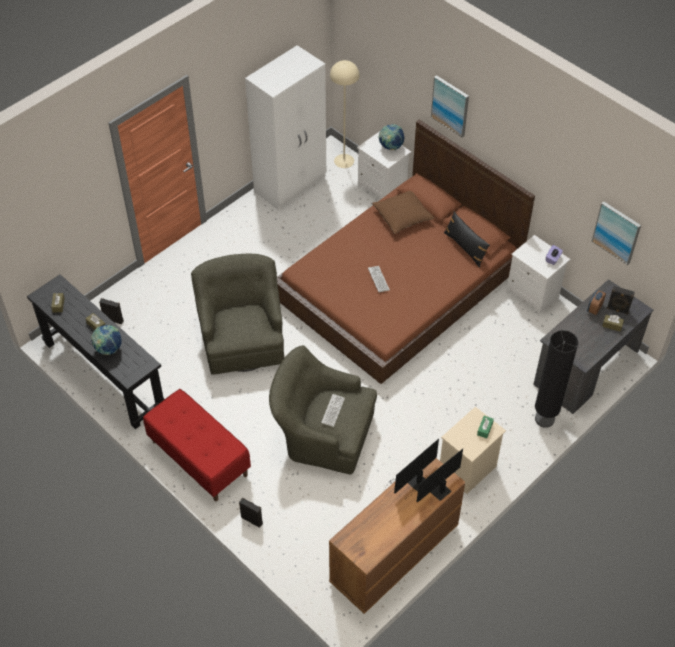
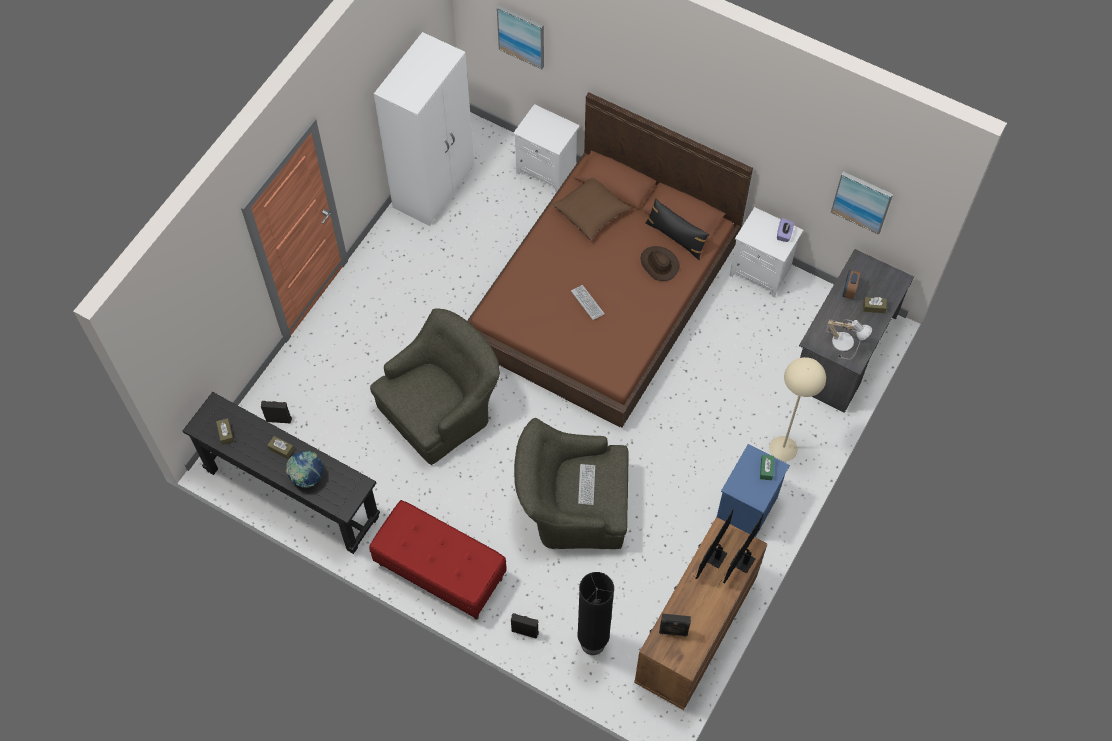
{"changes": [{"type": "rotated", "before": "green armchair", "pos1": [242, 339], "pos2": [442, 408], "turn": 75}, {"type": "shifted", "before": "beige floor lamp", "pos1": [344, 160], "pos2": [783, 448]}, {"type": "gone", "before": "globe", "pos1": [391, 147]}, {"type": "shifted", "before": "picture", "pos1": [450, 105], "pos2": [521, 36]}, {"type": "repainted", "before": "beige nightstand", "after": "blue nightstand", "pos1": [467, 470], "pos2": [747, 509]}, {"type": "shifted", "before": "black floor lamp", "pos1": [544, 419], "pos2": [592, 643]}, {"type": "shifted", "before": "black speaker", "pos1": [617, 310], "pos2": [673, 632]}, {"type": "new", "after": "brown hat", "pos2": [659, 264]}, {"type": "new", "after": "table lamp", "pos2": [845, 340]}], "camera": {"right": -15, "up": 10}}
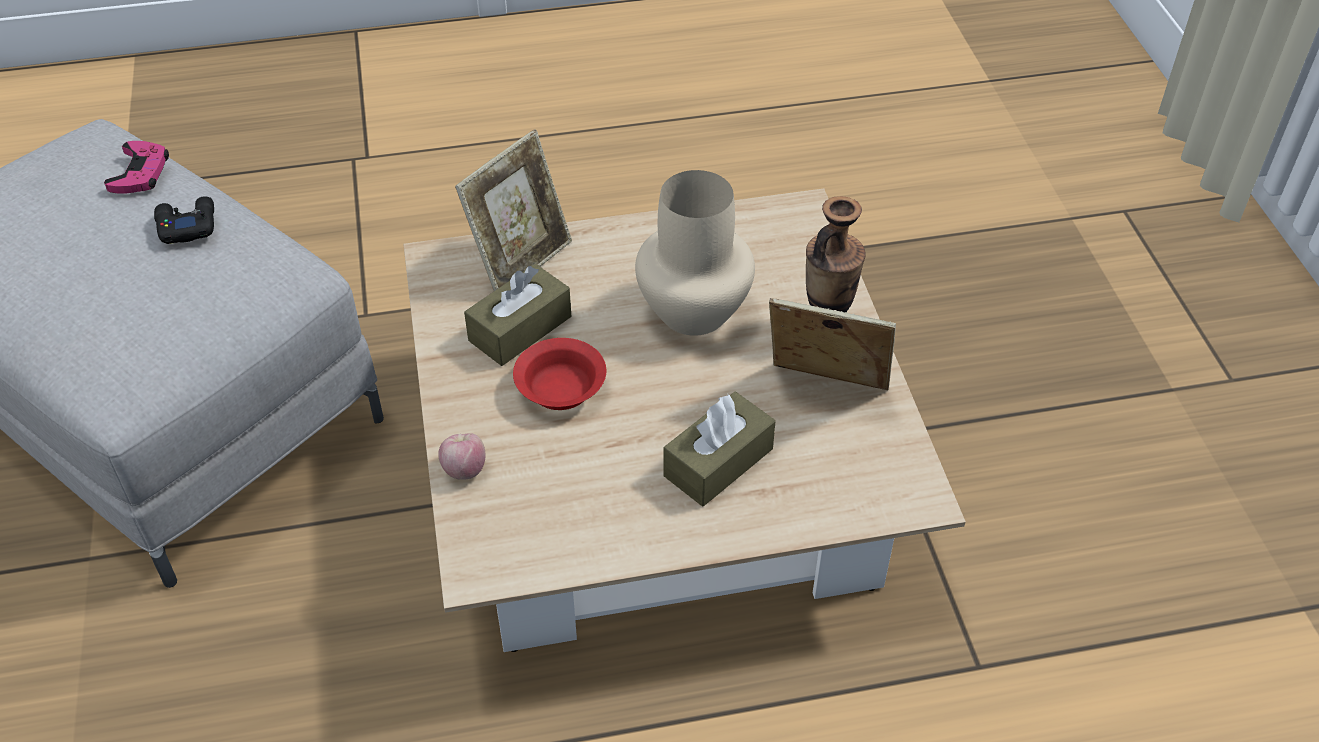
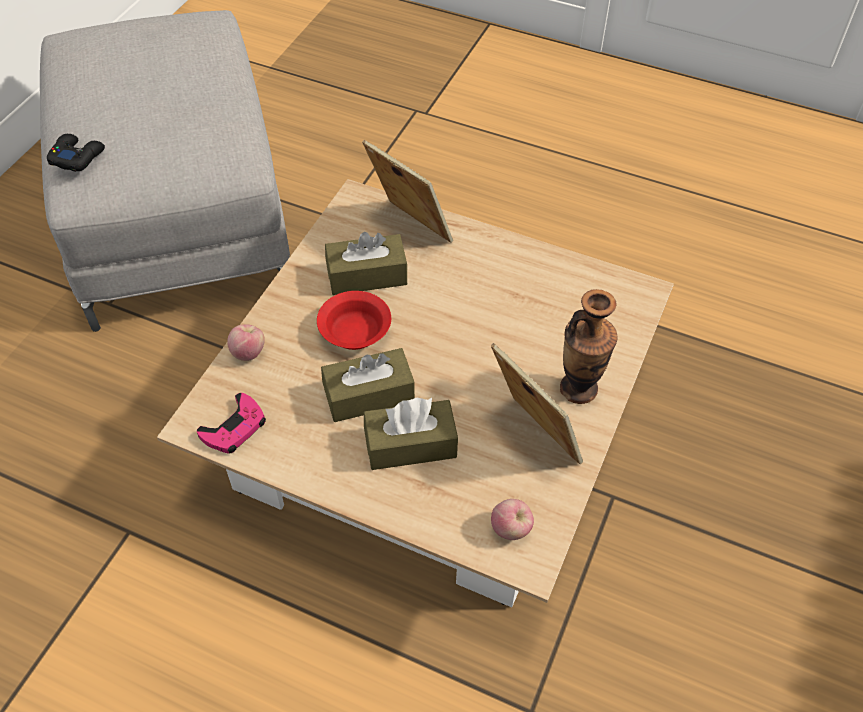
{"changes": [{"type": "shifted", "before": "pink game controller", "pos1": [140, 173], "pos2": [234, 428]}, {"type": "shifted", "before": "black game controller", "pos1": [187, 226], "pos2": [77, 157]}, {"type": "rotated", "before": "picture frame", "pos1": [521, 261], "pos2": [409, 228], "turn": -120}, {"type": "gone", "before": "beige vase", "pos1": [695, 311]}, {"type": "new", "after": "brown tissue box", "pos2": [369, 395]}, {"type": "new", "after": "apple", "pos2": [510, 529]}], "camera": {"right": 35, "up": 5}}
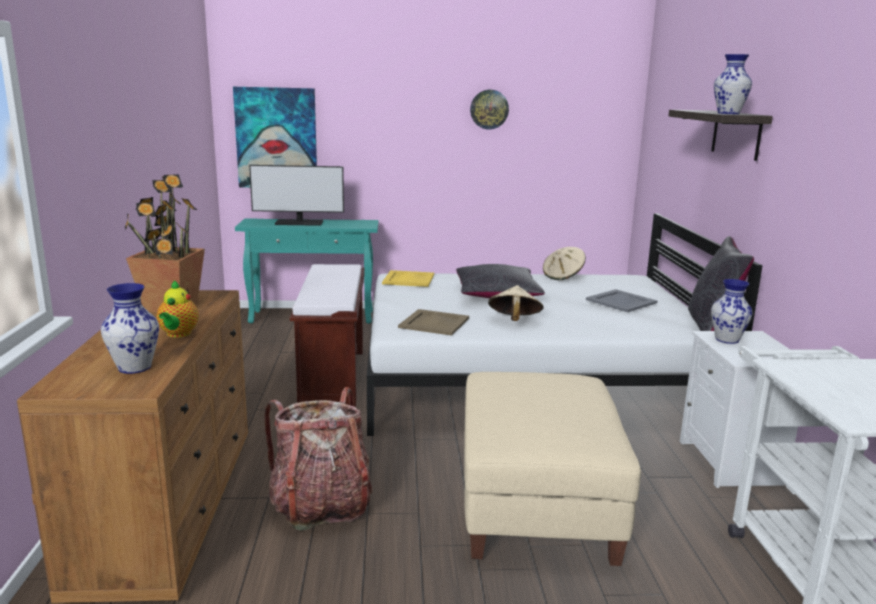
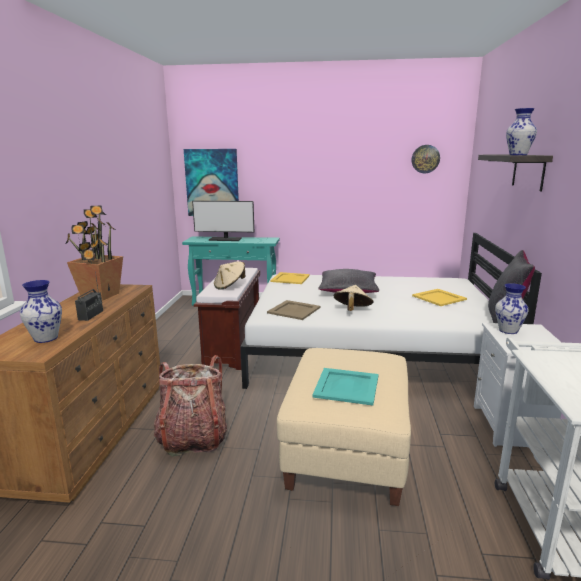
{"changes": [{"type": "swapped", "before": "teapot", "after": "radio", "pos1": [178, 334], "pos2": [91, 315]}, {"type": "shifted", "before": "wall clock", "pos1": [489, 109], "pos2": [425, 159]}, {"type": "shifted", "before": "beige hat", "pos1": [563, 276], "pos2": [229, 286]}, {"type": "repainted", "before": "grey tray", "after": "yellow tray", "pos1": [620, 301], "pos2": [438, 297]}, {"type": "new", "after": "turquoise tray", "pos2": [347, 386]}], "camera": {"right": 10, "up": 0}}
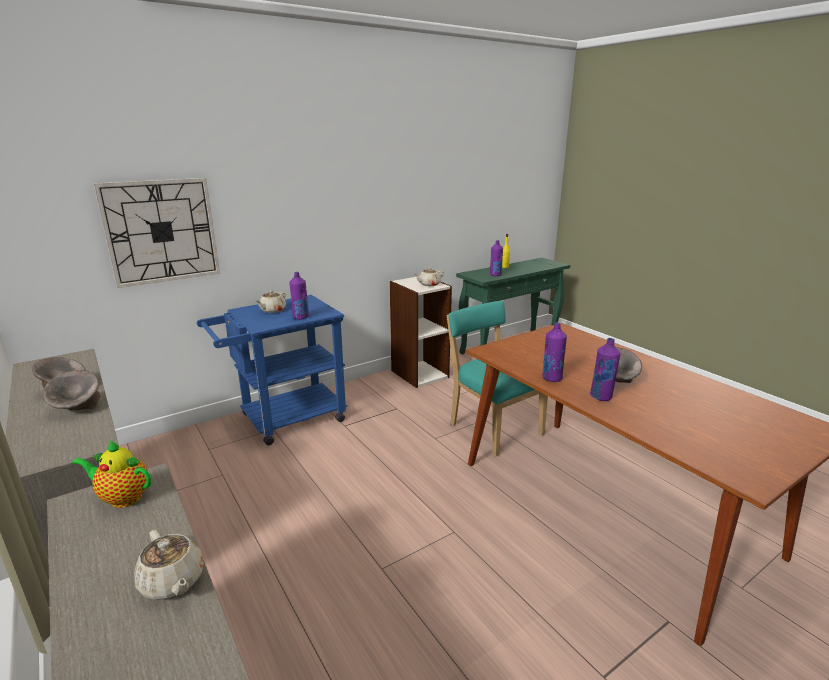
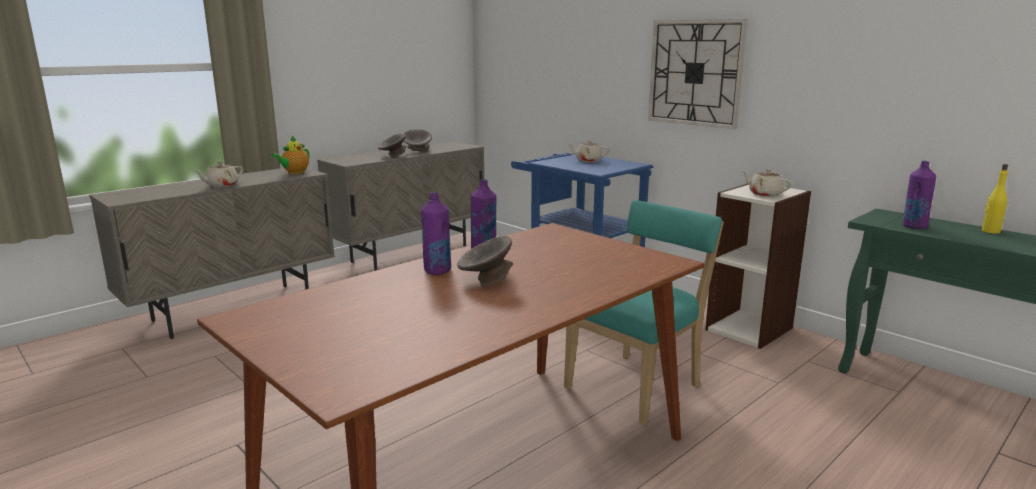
{"changes": [{"type": "rotated", "before": "teapot", "pos1": [122, 497], "pos2": [294, 172], "turn": -150}, {"type": "shifted", "before": "wall clock", "pos1": [161, 231], "pos2": [695, 73]}, {"type": "gone", "before": "purple bottle", "pos1": [300, 317]}], "camera": {"right": 80, "up": -5}}
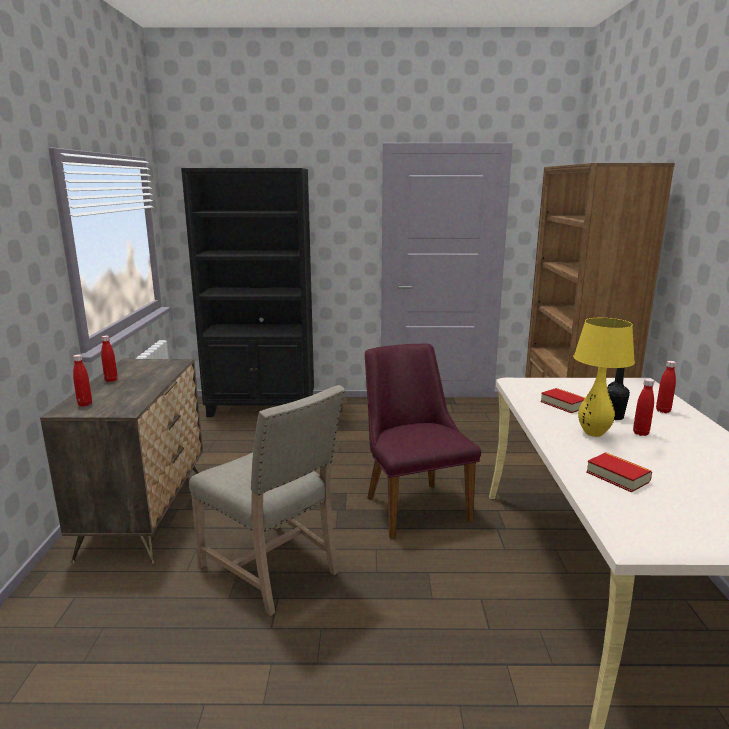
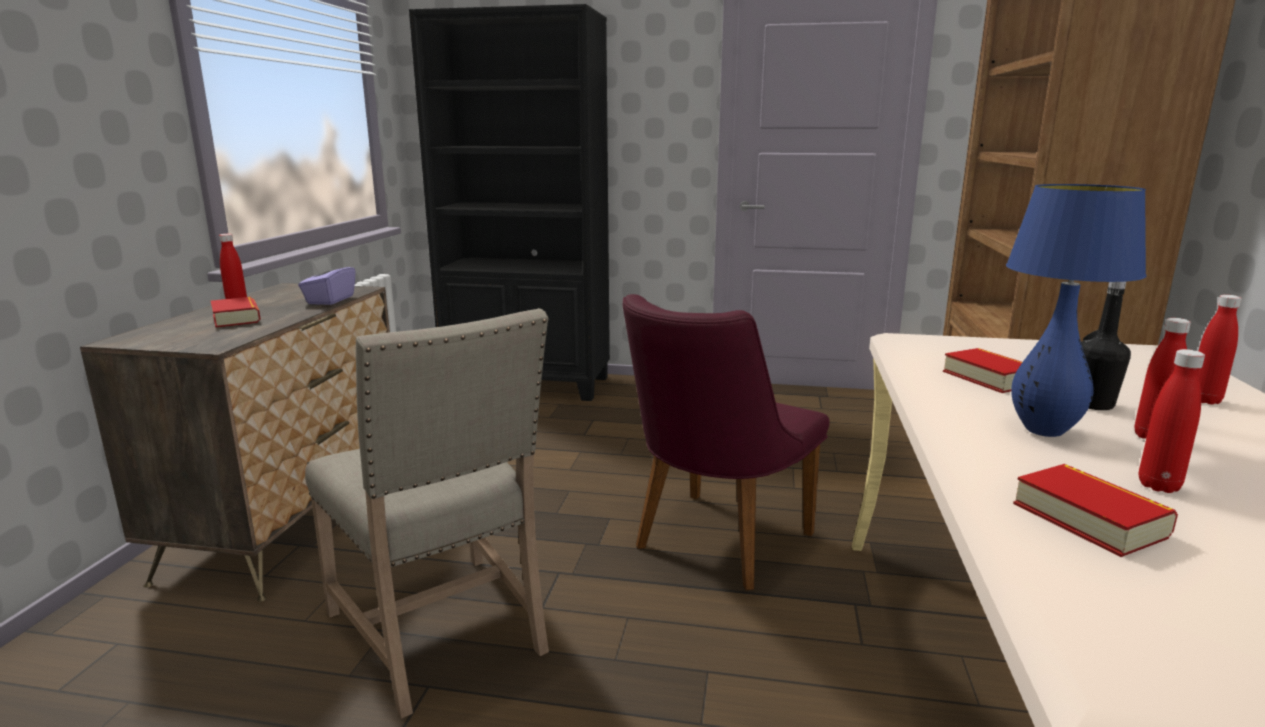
{"changes": [{"type": "shifted", "before": "red bottle", "pos1": [85, 404], "pos2": [1158, 486]}, {"type": "rotated", "before": "purple chair", "pos1": [412, 504], "pos2": [713, 546], "turn": -135}, {"type": "repainted", "before": "yellow table lamp", "after": "blue table lamp", "pos1": [593, 433], "pos2": [1043, 431]}, {"type": "new", "after": "book", "pos2": [236, 318]}, {"type": "new", "after": "purple tissue box", "pos2": [330, 300]}], "camera": {"right": 10, "up": 0}}
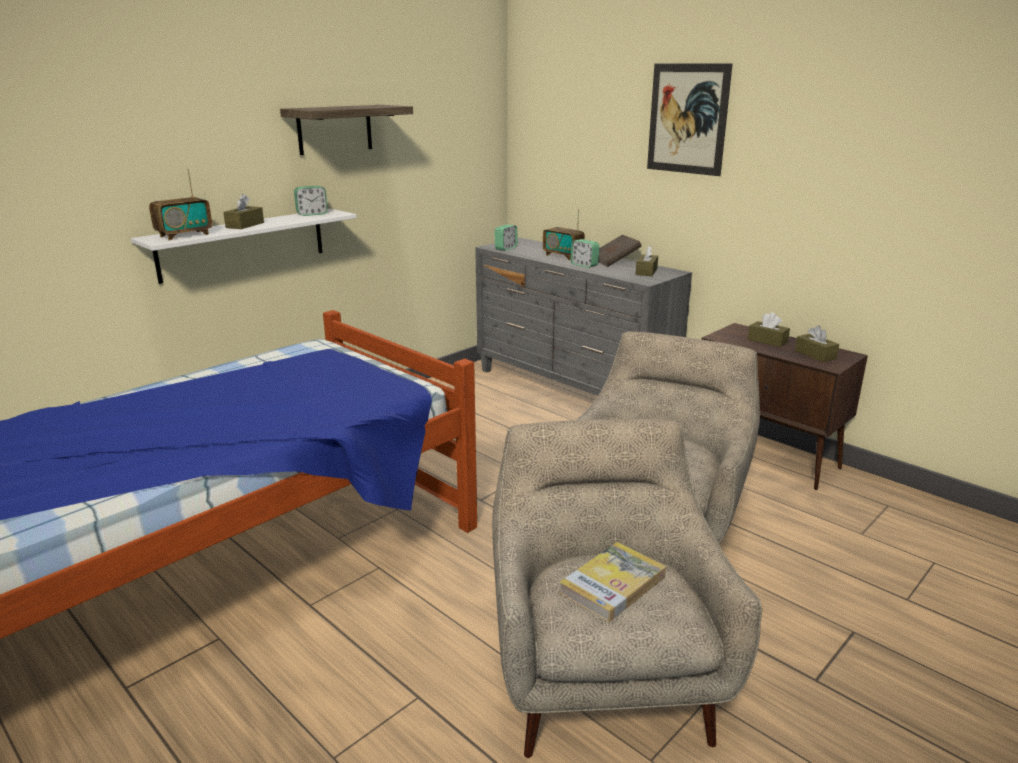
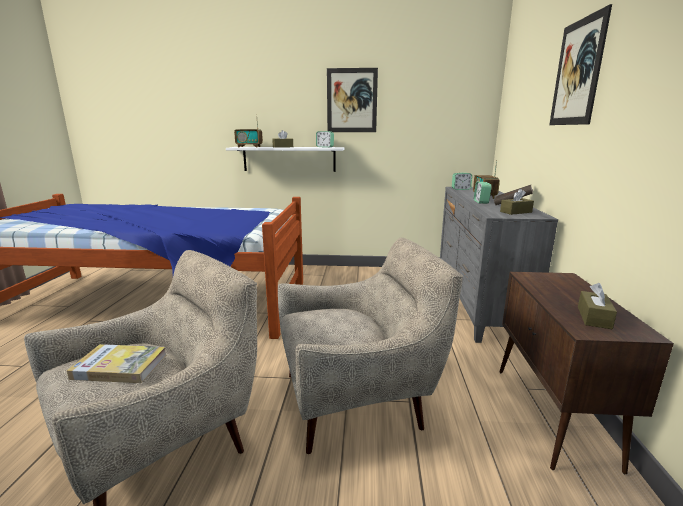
{"changes": [{"type": "swapped", "before": "shelf", "after": "picture", "pos1": [335, 129], "pos2": [352, 100]}, {"type": "gone", "before": "brown tissue box", "pos1": [767, 341]}], "camera": {"right": 50, "up": -5}}
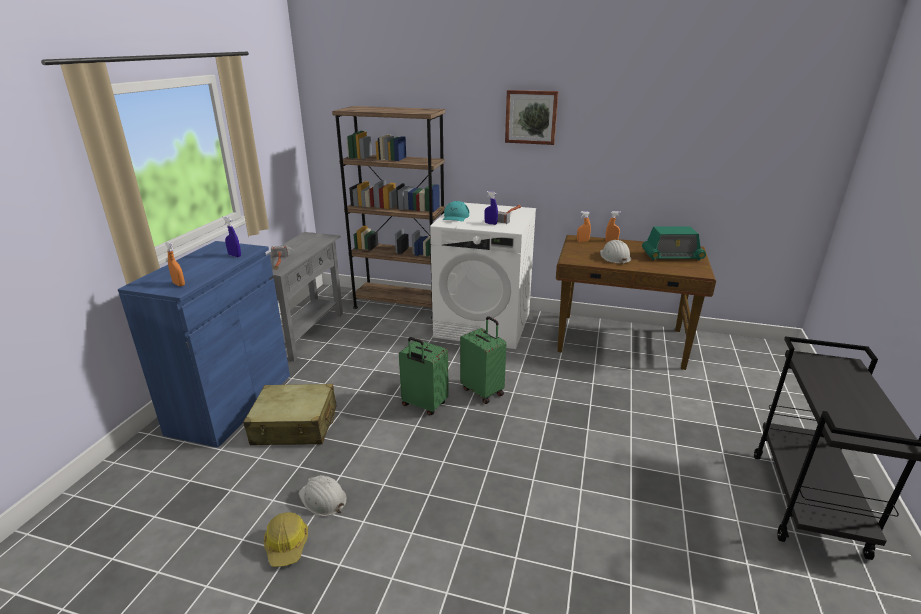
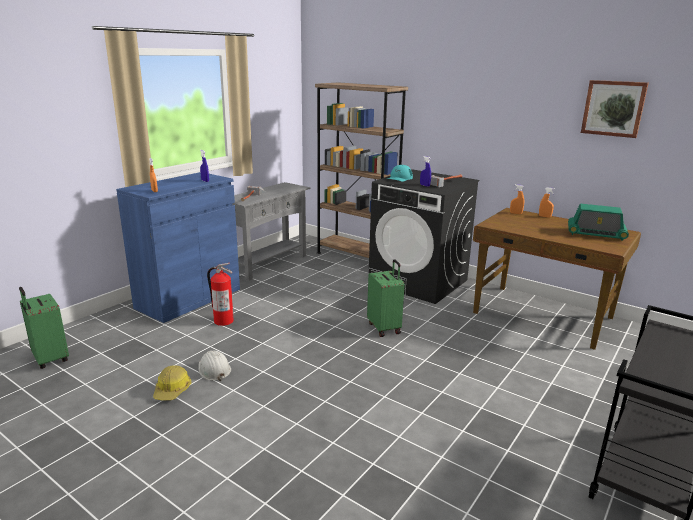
{"changes": [{"type": "swapped", "before": "beige suitcase", "after": "fire extinguisher", "pos1": [295, 426], "pos2": [223, 321]}, {"type": "shifted", "before": "green suitcase", "pos1": [424, 405], "pos2": [49, 359]}, {"type": "repainted", "before": "white washing machine", "after": "black washing machine", "pos1": [483, 325], "pos2": [419, 282]}, {"type": "shifted", "before": "picture", "pos1": [531, 117], "pos2": [613, 108]}, {"type": "gone", "before": "white hard hat", "pos1": [614, 257]}], "camera": {"right": 20, "up": -5}}
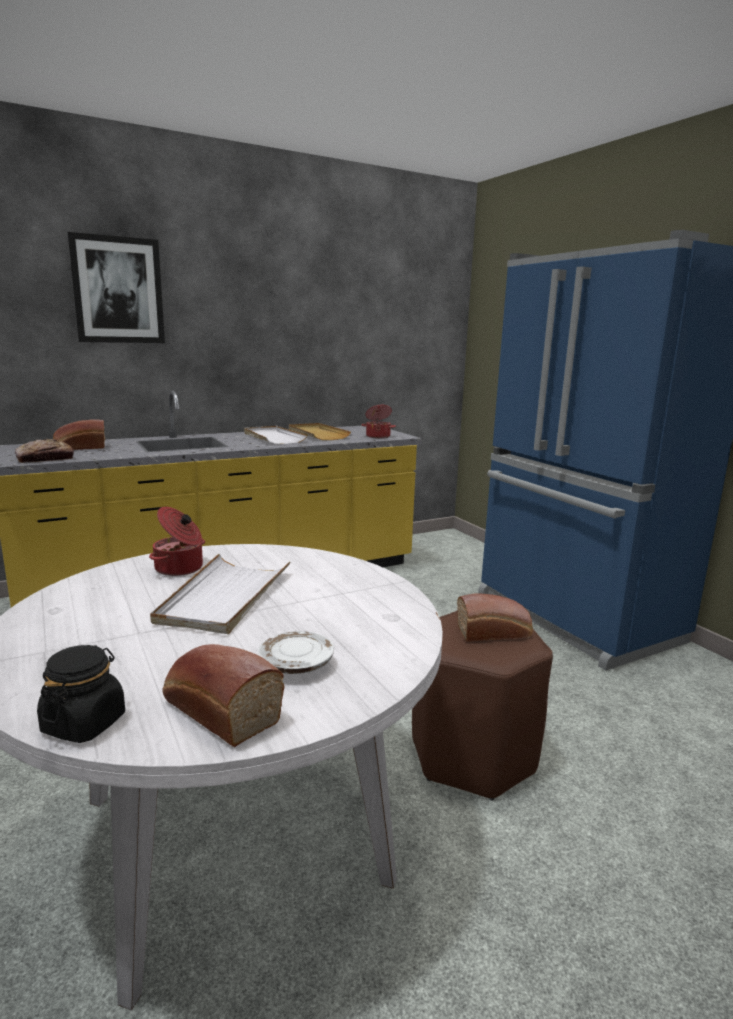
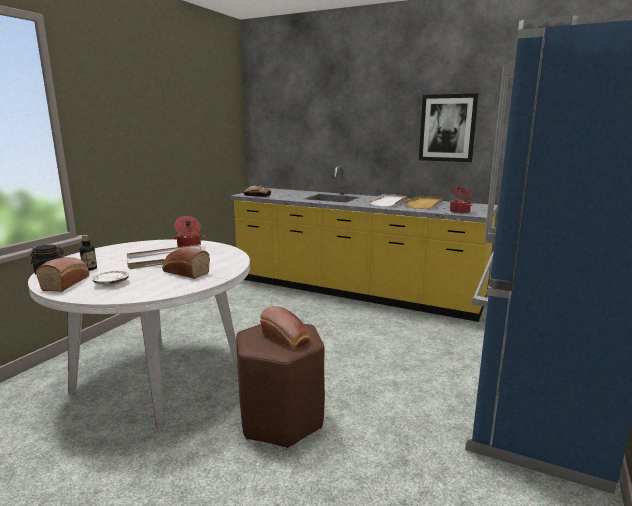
{"changes": [{"type": "shifted", "before": "bread", "pos1": [79, 448], "pos2": [184, 272]}, {"type": "shifted", "before": "picture", "pos1": [118, 290], "pos2": [447, 128]}, {"type": "new", "after": "bottle", "pos2": [90, 269]}], "camera": {"right": 55, "up": 0}}
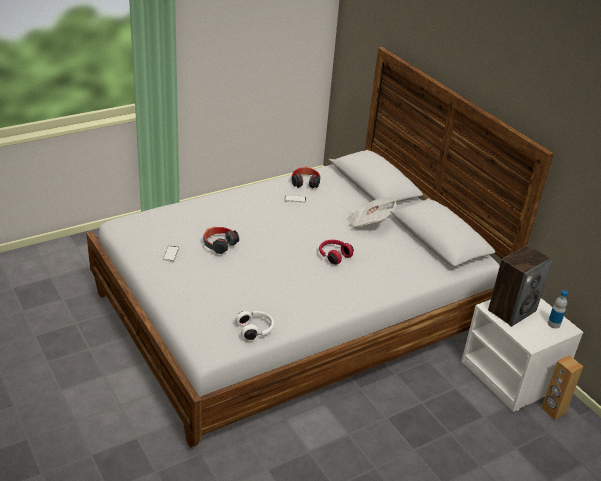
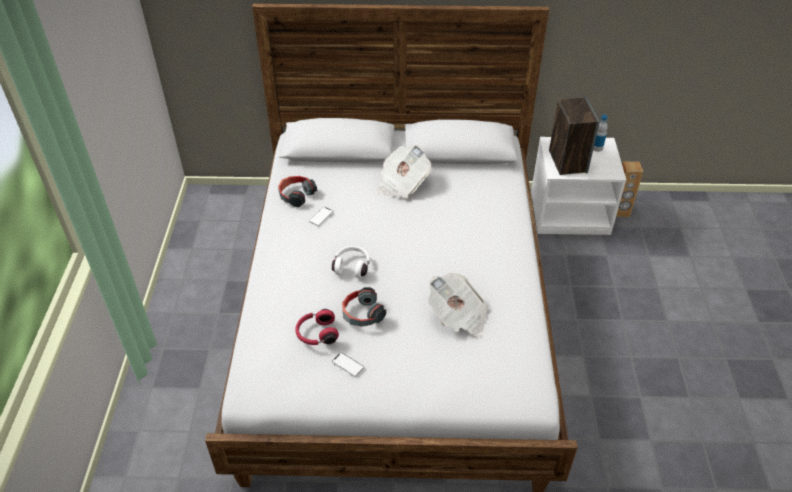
{"changes": [{"type": "shifted", "before": "white headphones", "pos1": [255, 330], "pos2": [352, 266]}, {"type": "shifted", "before": "red headphones", "pos1": [333, 256], "pos2": [316, 334]}, {"type": "new", "after": "newspaper", "pos2": [458, 316]}], "camera": {"right": -55, "up": 10}}
